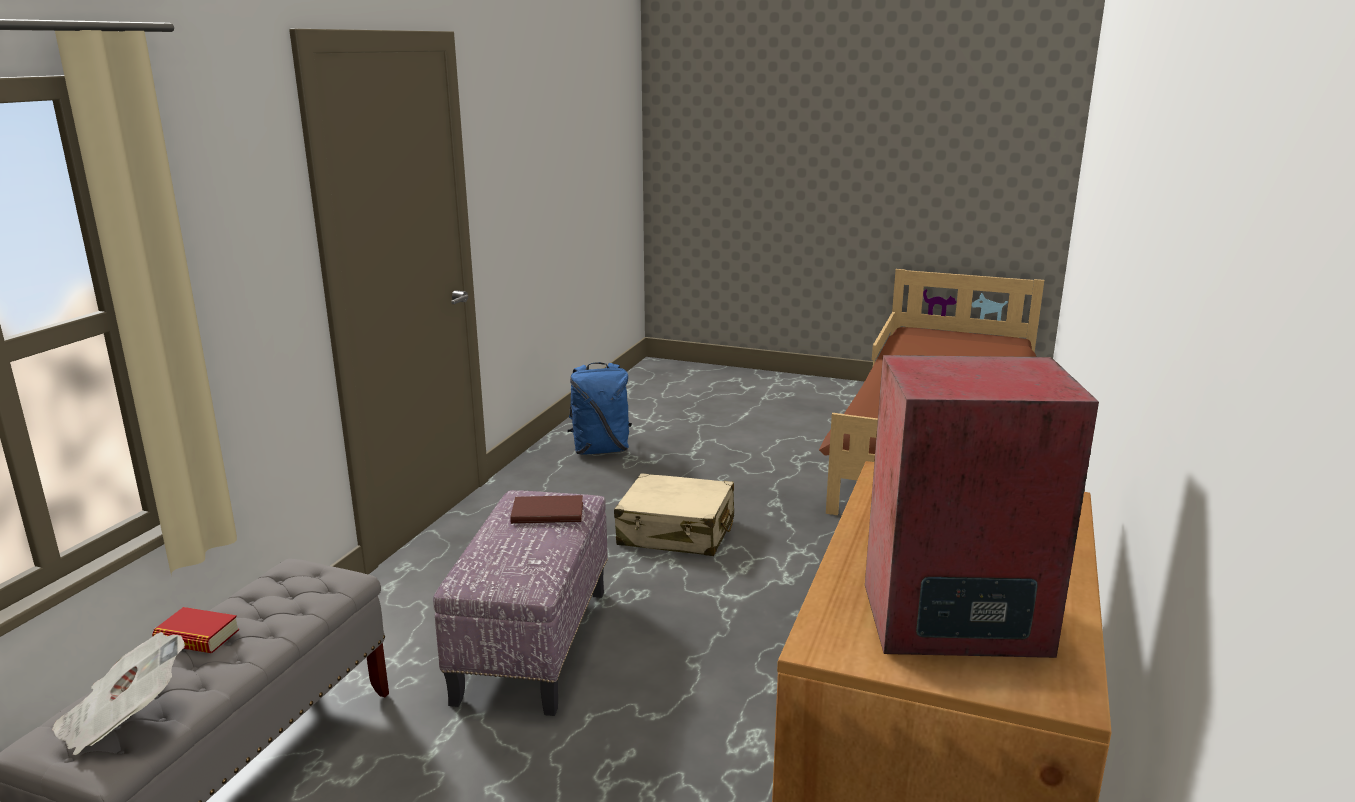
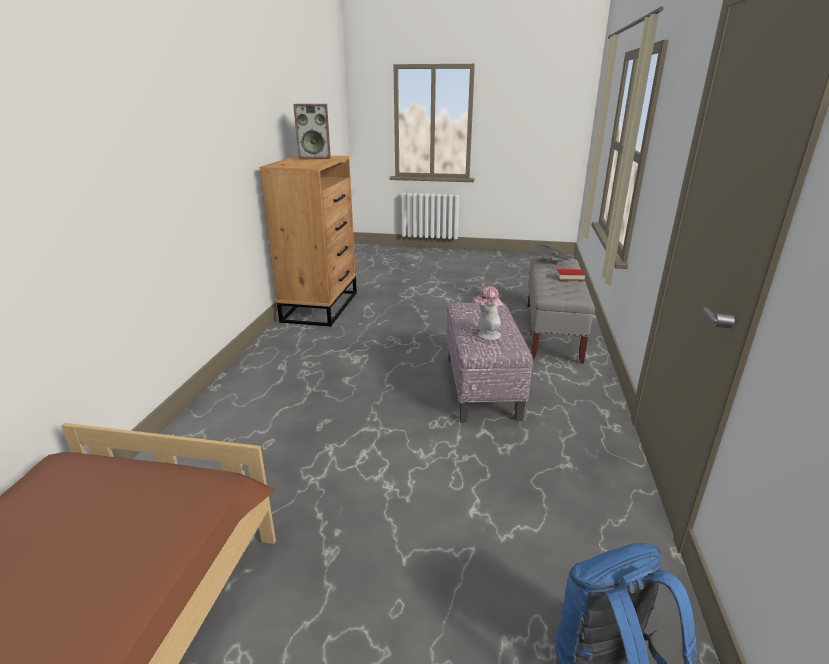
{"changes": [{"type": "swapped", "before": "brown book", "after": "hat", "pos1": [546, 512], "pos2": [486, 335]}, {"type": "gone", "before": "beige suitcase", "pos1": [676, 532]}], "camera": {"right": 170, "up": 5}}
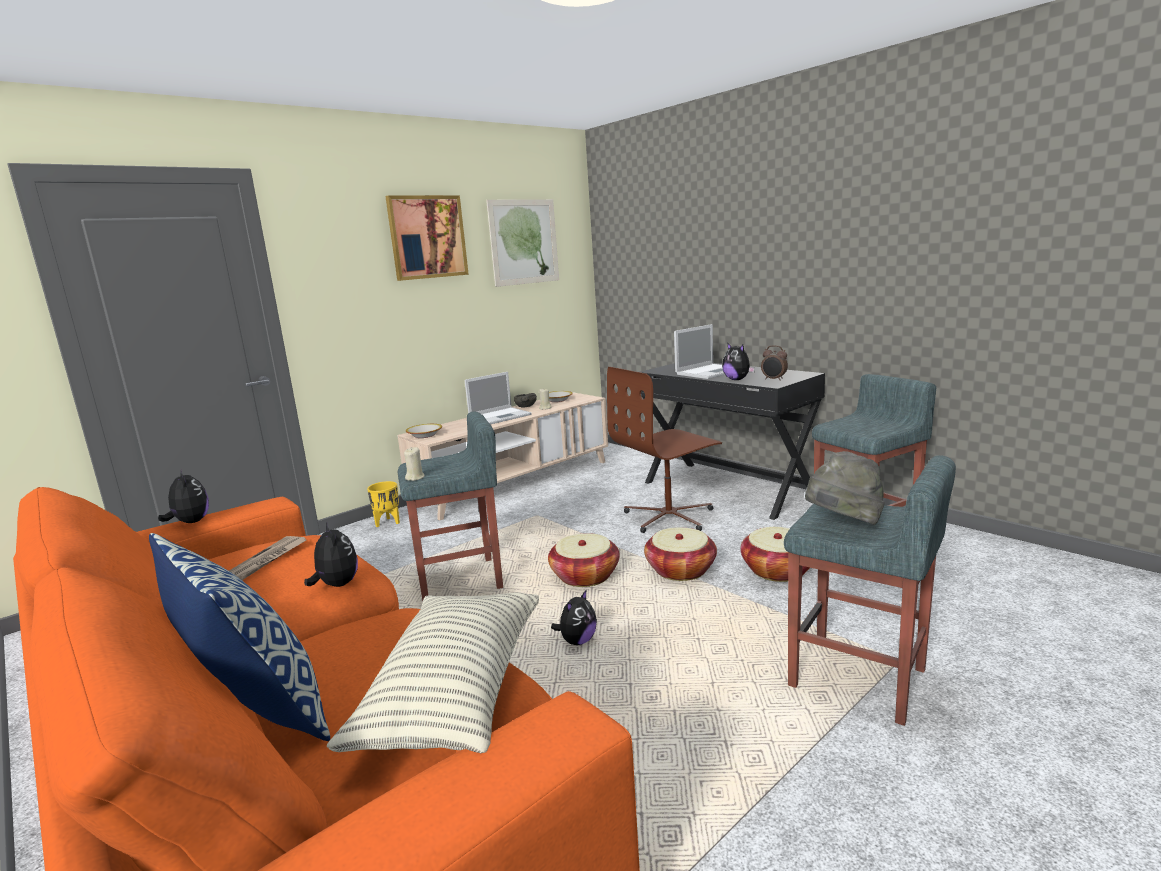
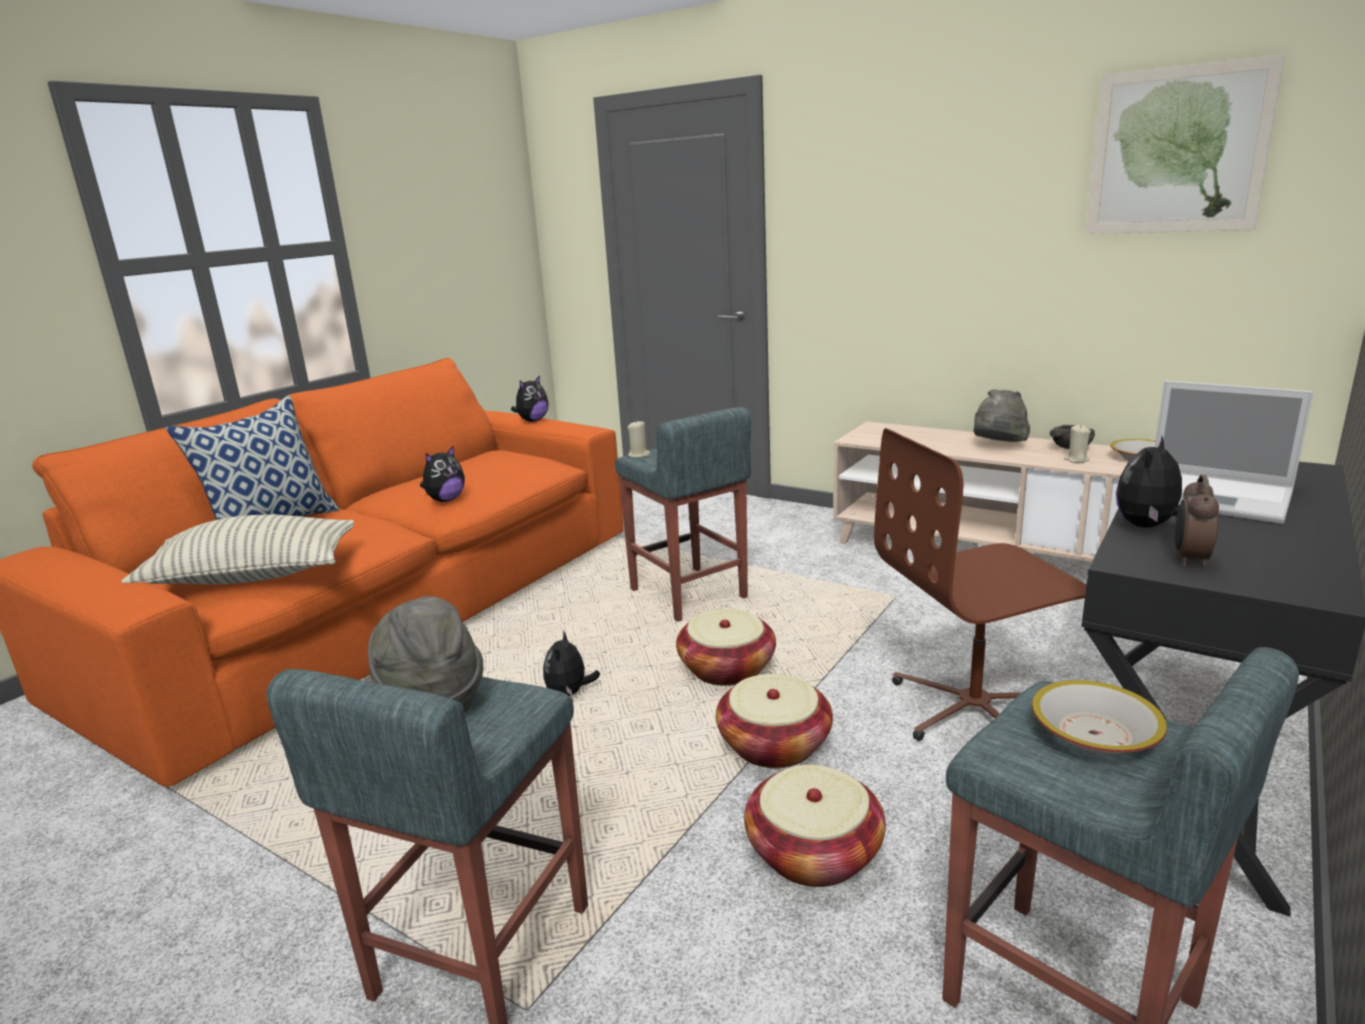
{"changes": [{"type": "gone", "before": "newspaper", "pos1": [267, 560]}, {"type": "gone", "before": "yellow planter", "pos1": [388, 522]}, {"type": "gone", "before": "picture", "pos1": [427, 237]}, {"type": "shifted", "before": "bowl", "pos1": [424, 435], "pos2": [1093, 734]}, {"type": "swapped", "before": "laptop", "after": "grey hat", "pos1": [501, 416], "pos2": [998, 446]}, {"type": "rotated", "before": "plush toy", "pos1": [577, 641], "pos2": [569, 693], "turn": 75}, {"type": "rotated", "before": "brown office chair", "pos1": [669, 517], "pos2": [976, 709], "turn": -60}], "camera": {"right": 75, "up": 5}}
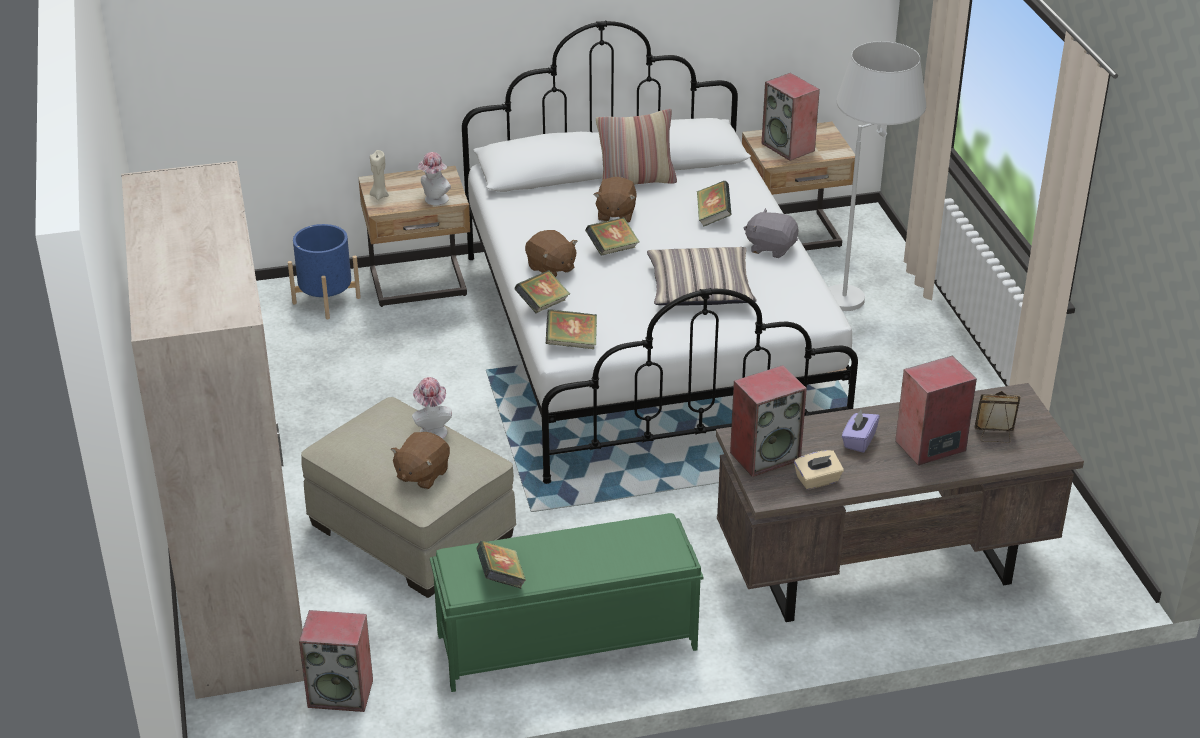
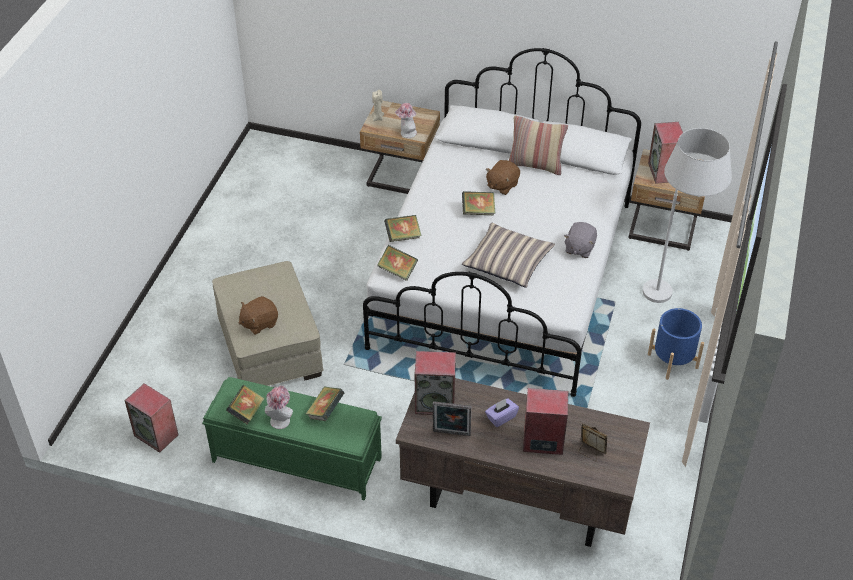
{"changes": [{"type": "gone", "before": "beige wardrobe", "pos1": [241, 590]}, {"type": "shifted", "before": "blue planter", "pos1": [326, 300], "pos2": [672, 361]}, {"type": "shifted", "before": "hat", "pos1": [432, 430], "pos2": [280, 419]}, {"type": "gone", "before": "brown plush toy", "pos1": [551, 269]}, {"type": "shifted", "before": "book", "pos1": [713, 216], "pos2": [325, 411]}, {"type": "rotated", "before": "grey plush toy", "pos1": [771, 247], "pos2": [579, 248], "turn": -120}, {"type": "swapped", "before": "beige tissue box", "after": "picture frame", "pos1": [817, 480], "pos2": [451, 434]}], "camera": {"right": 30, "up": 10}}
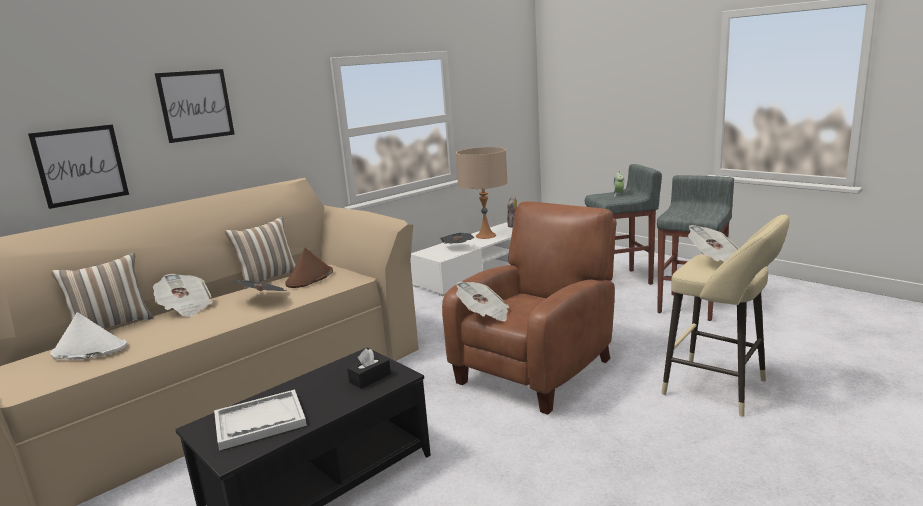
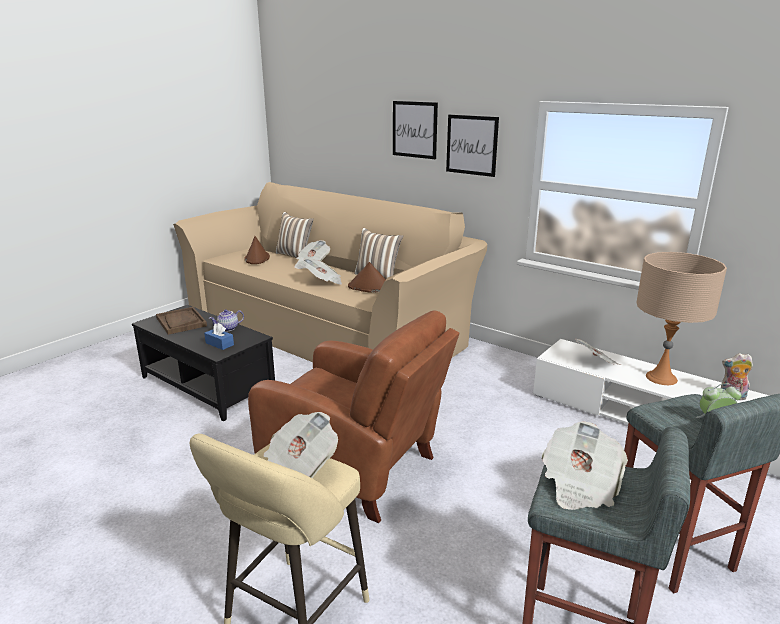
{"changes": [{"type": "shifted", "before": "picture", "pos1": [81, 165], "pos2": [471, 145]}, {"type": "repainted", "before": "white hat", "after": "brown hat", "pos1": [89, 350], "pos2": [257, 258]}, {"type": "repainted", "before": "white tray", "after": "brown tray", "pos1": [259, 421], "pos2": [181, 322]}, {"type": "repainted", "before": "black tissue box", "after": "blue tissue box", "pos1": [370, 378], "pos2": [219, 344]}, {"type": "shifted", "before": "newspaper", "pos1": [484, 314], "pos2": [579, 485]}, {"type": "new", "after": "teapot", "pos2": [228, 329]}], "camera": {"right": 80, "up": 5}}
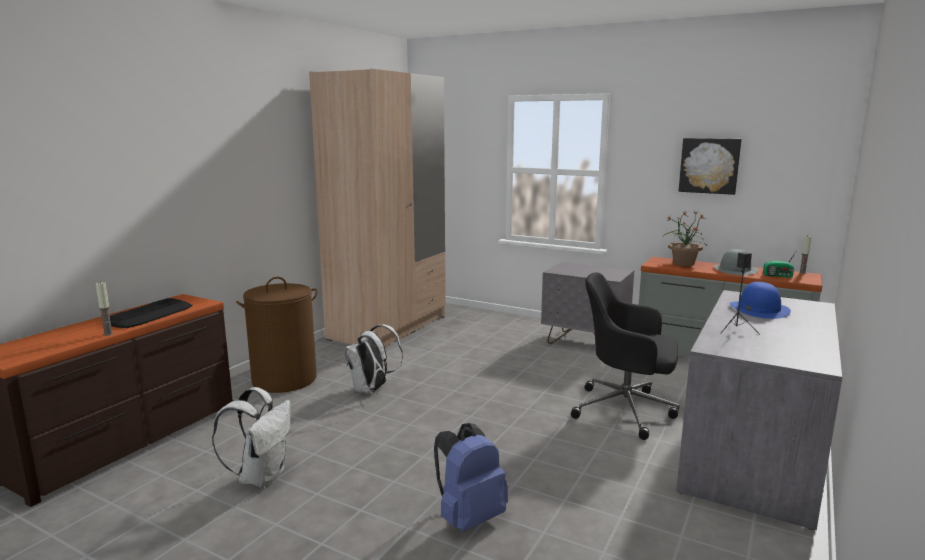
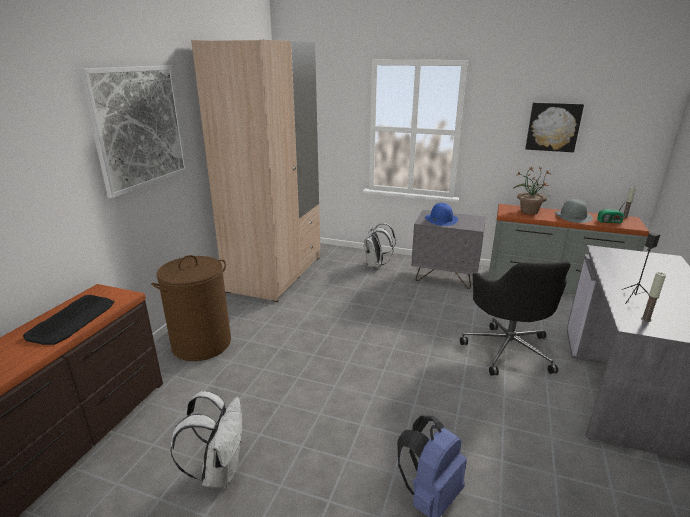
{"changes": [{"type": "shifted", "before": "candle", "pos1": [108, 334], "pos2": [646, 319]}, {"type": "shifted", "before": "white backpack", "pos1": [372, 390], "pos2": [376, 265]}, {"type": "rotated", "before": "black office chair", "pos1": [626, 410], "pos2": [508, 349], "turn": -105}, {"type": "shifted", "before": "blue hat", "pos1": [759, 309], "pos2": [441, 219]}, {"type": "new", "after": "picture", "pos2": [139, 127]}], "camera": {"right": -10, "up": 10}}
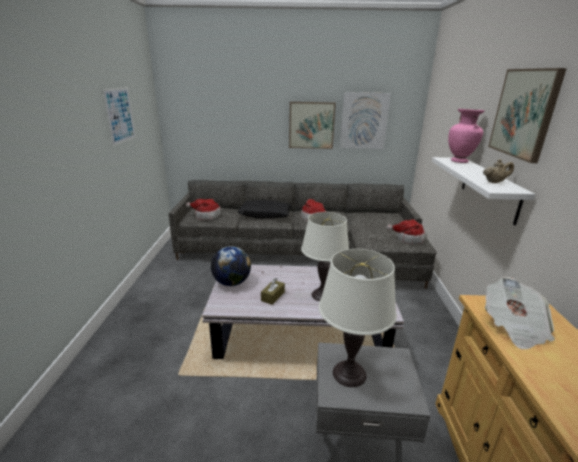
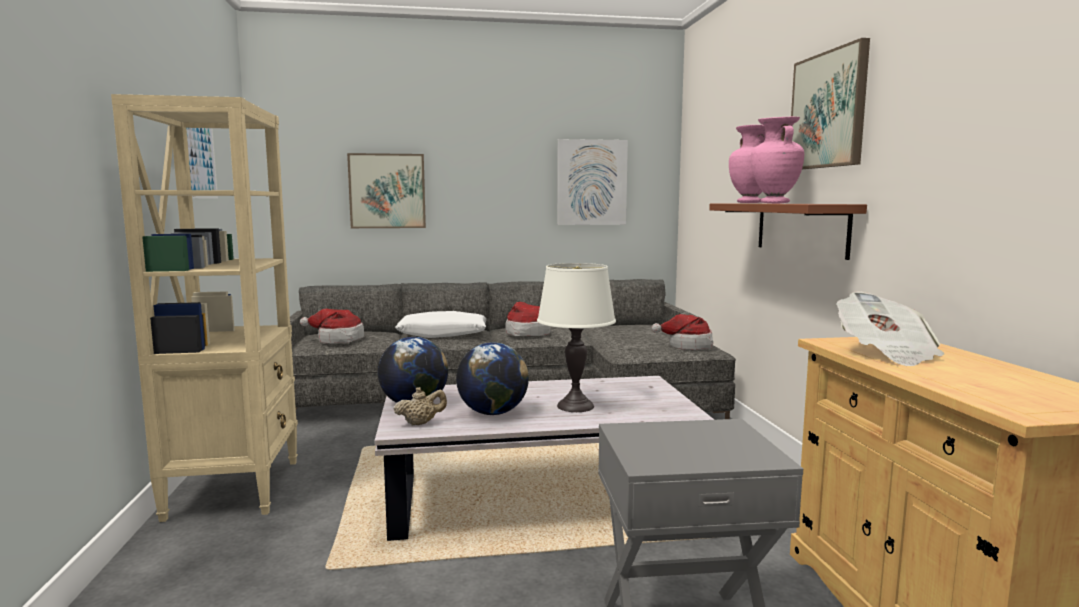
{"changes": [{"type": "repainted", "before": "black pillow", "after": "white pillow", "pos1": [265, 215], "pos2": [443, 334]}, {"type": "swapped", "before": "brown tissue box", "after": "globe", "pos1": [273, 296], "pos2": [492, 413]}, {"type": "shifted", "before": "picture", "pos1": [311, 125], "pos2": [387, 191]}, {"type": "gone", "before": "white table lamp", "pos1": [349, 373]}, {"type": "repainted", "before": "white shelf", "after": "brown shelf", "pos1": [489, 188], "pos2": [800, 228]}, {"type": "shifted", "before": "beige teapot", "pos1": [494, 182], "pos2": [421, 423]}, {"type": "new", "after": "beige bookcase", "pos2": [235, 488]}, {"type": "new", "after": "pink vase", "pos2": [774, 203]}], "camera": {"right": -10, "up": -15}}
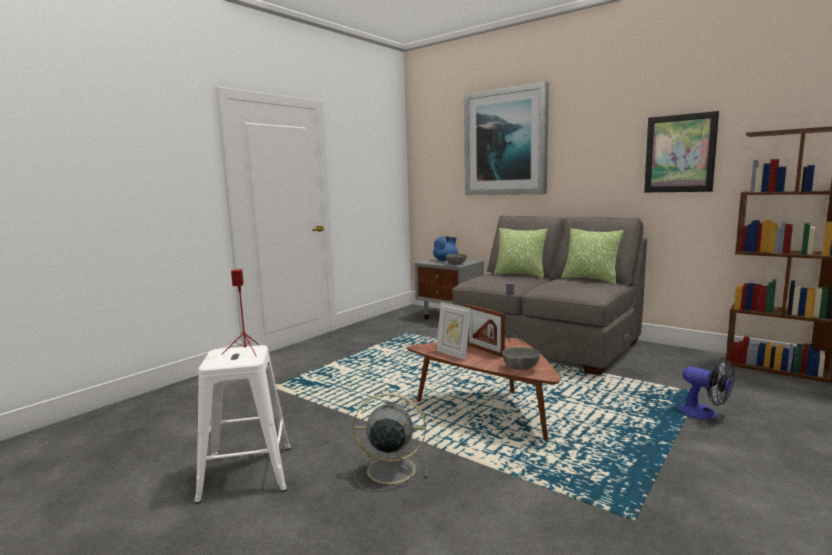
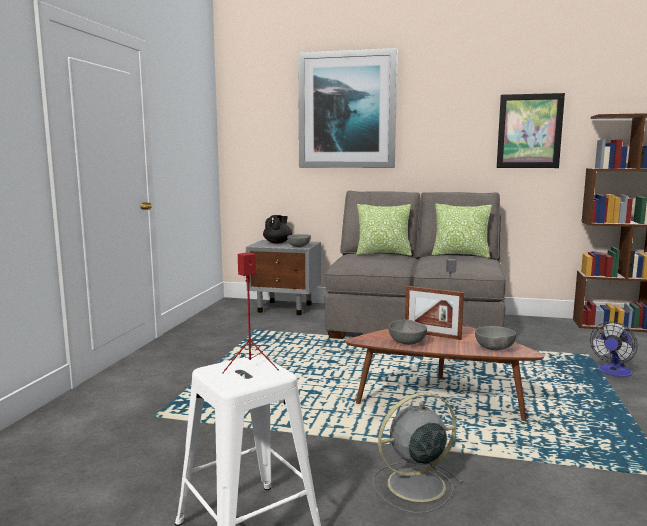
{"changes": [{"type": "repainted", "before": "blue teapot", "after": "black teapot", "pos1": [445, 260], "pos2": [278, 242]}, {"type": "swapped", "before": "picture frame", "after": "grey bowl", "pos1": [453, 354], "pos2": [407, 342]}, {"type": "rotated", "before": "fan", "pos1": [704, 414], "pos2": [613, 372], "turn": 105}], "camera": {"right": -25, "up": 0}}
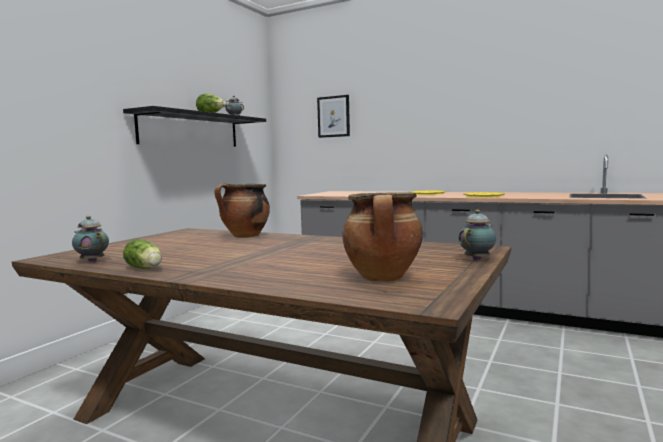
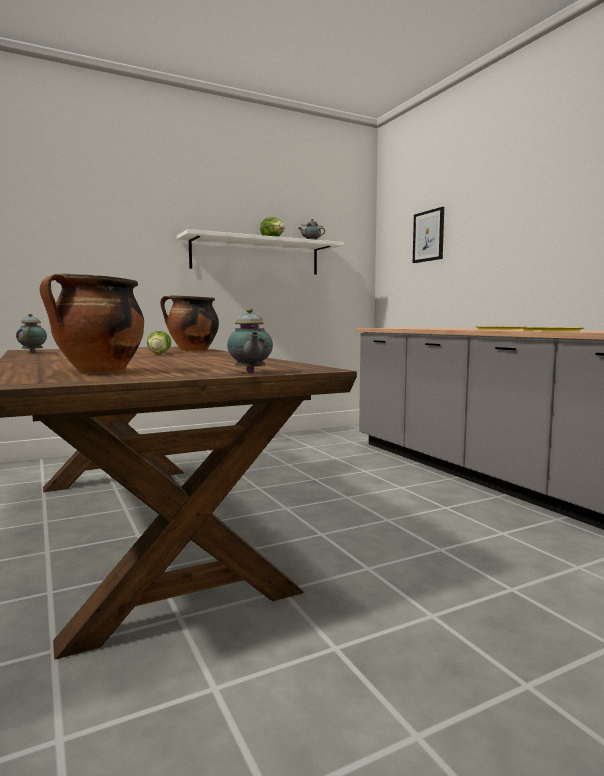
{"changes": [{"type": "repainted", "before": "black shelf", "after": "white shelf", "pos1": [191, 130], "pos2": [256, 256]}, {"type": "shifted", "before": "lettuce", "pos1": [145, 269], "pos2": [158, 354]}, {"type": "rotated", "before": "teapot", "pos1": [478, 259], "pos2": [250, 373], "turn": 90}], "camera": {"right": 35, "up": 0}}
